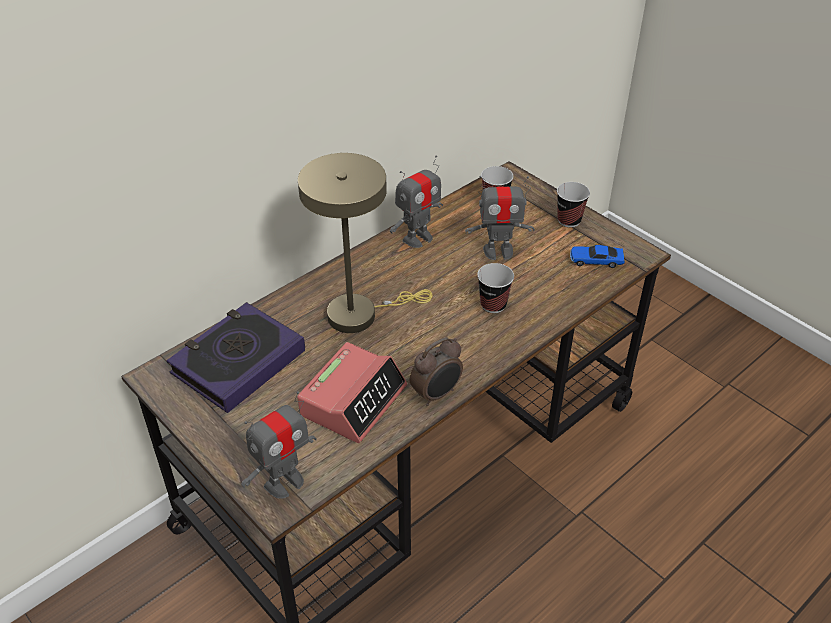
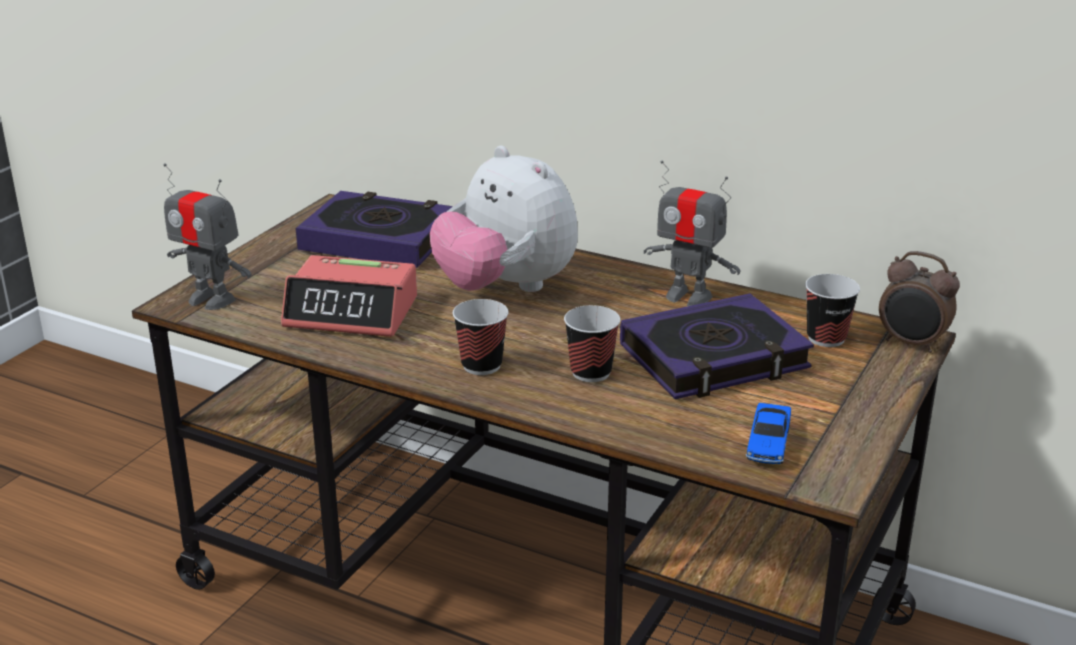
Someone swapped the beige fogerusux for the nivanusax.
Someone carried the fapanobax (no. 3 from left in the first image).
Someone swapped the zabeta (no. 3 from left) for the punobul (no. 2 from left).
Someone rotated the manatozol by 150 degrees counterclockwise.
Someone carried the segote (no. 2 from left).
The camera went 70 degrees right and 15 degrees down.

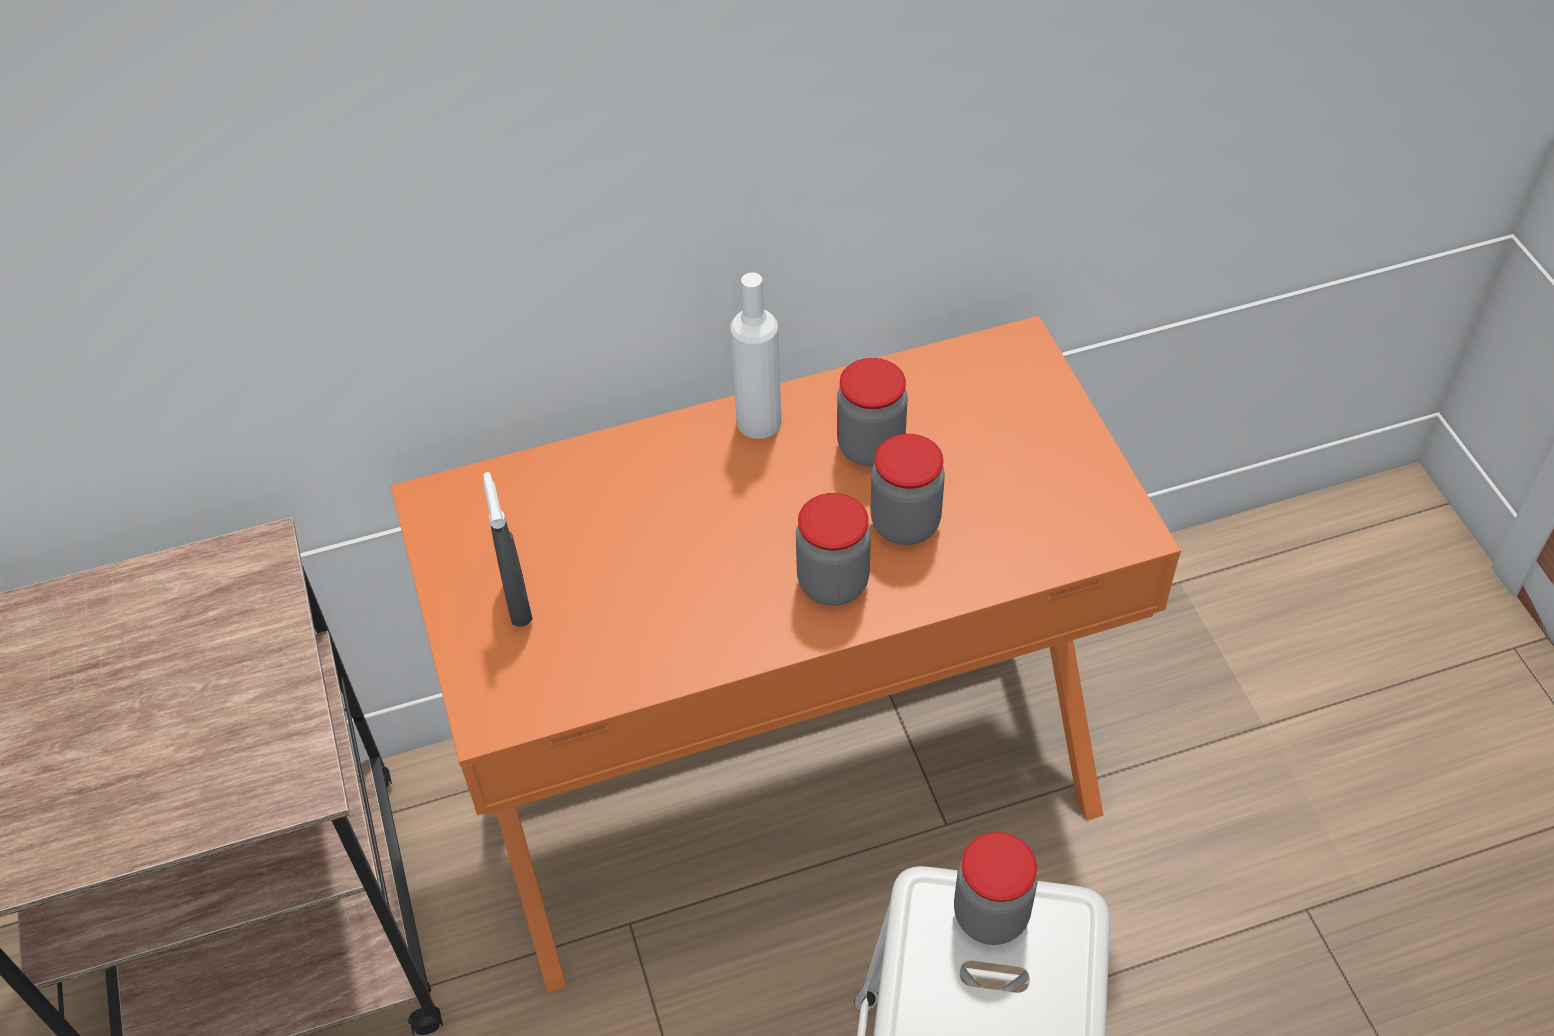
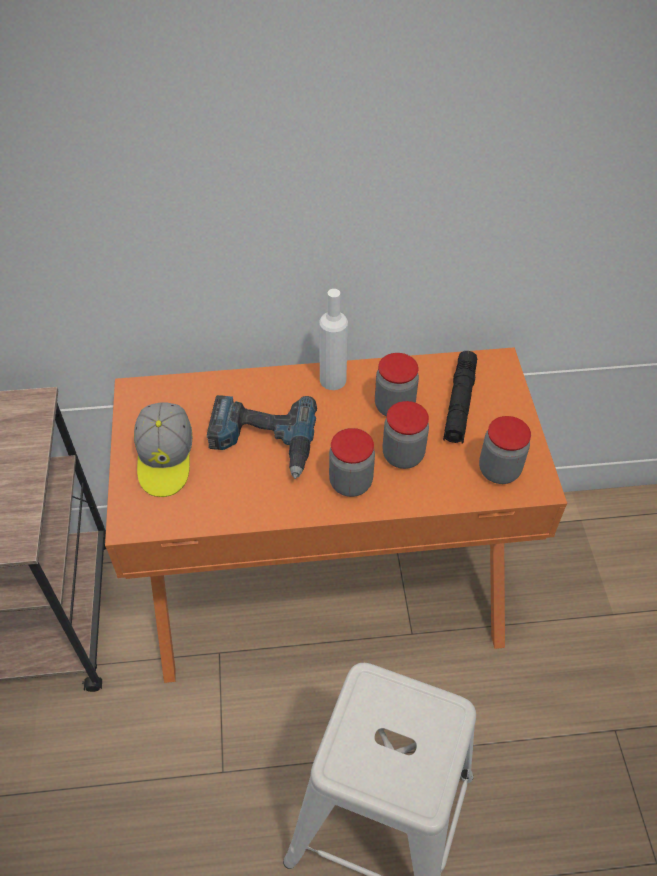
Someone swapped the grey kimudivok for the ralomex.
Someone put down the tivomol.
Someone put down the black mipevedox.
Someone carried the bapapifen (no. 4 from left).
The camera went 10 degrees right and 0 degrees up.

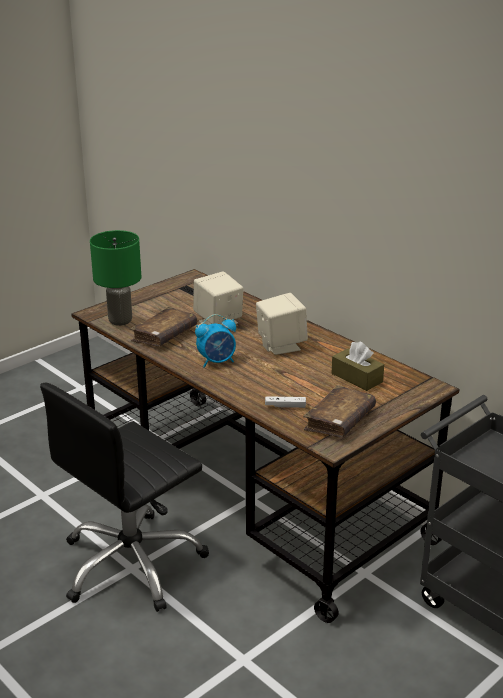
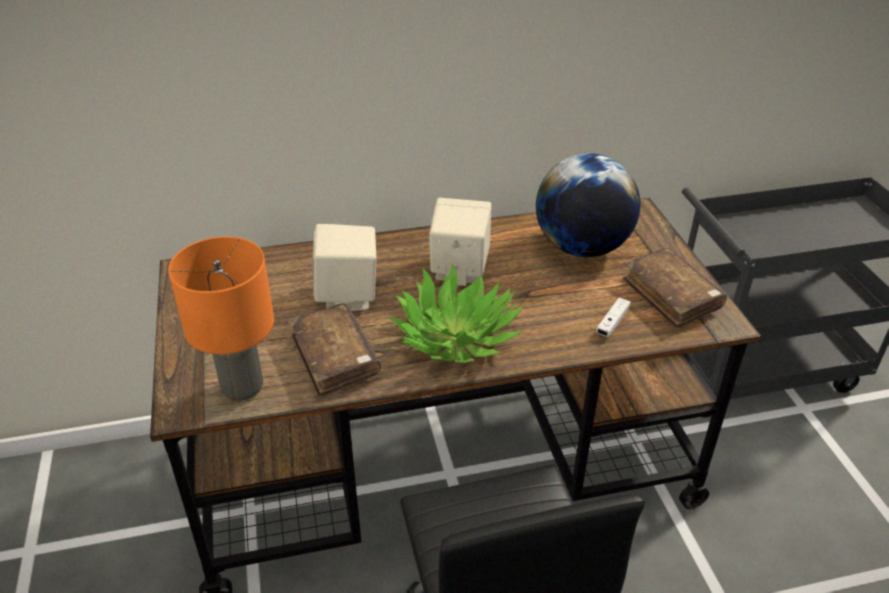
Someone repainted the green fogerusux, which became the orange fogerusux.
Someone swapped the segote for the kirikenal.
Someone swapped the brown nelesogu for the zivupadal.
The camera went 60 degrees left and 10 degrees up.

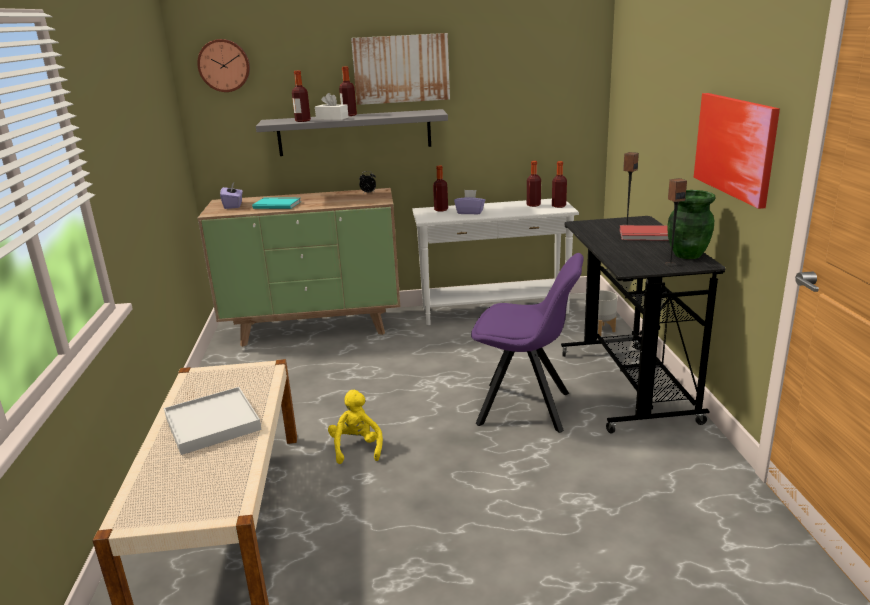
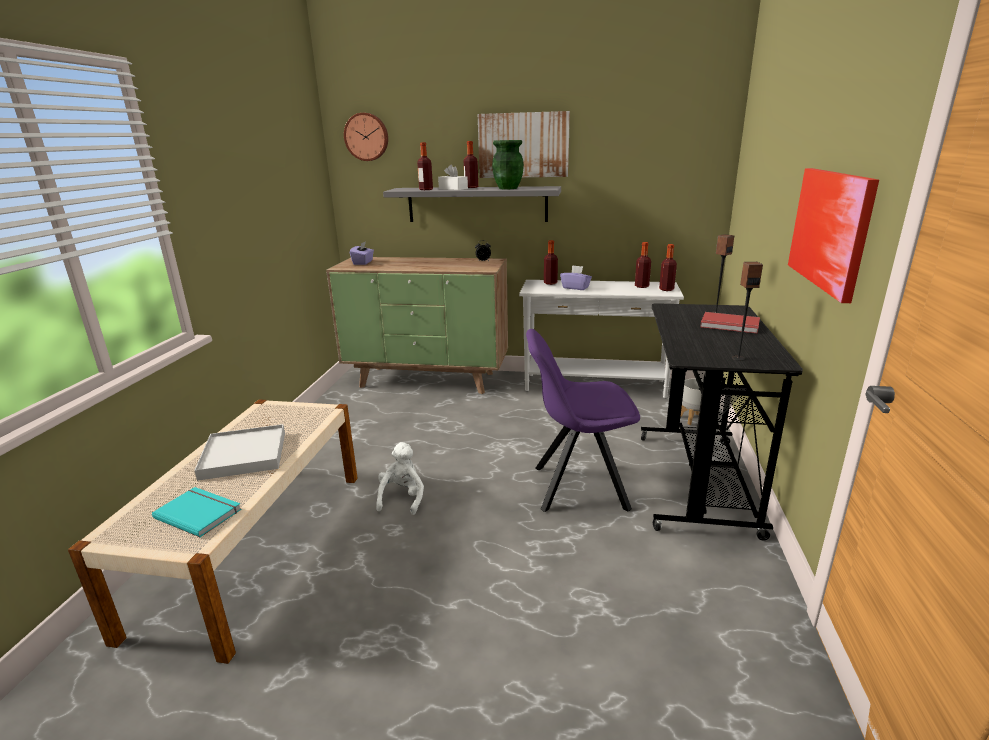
Someone carried the turquoise punobul.
Someone repainted the yellow nivanusax, which became the white nivanusax.
Someone carried the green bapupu.
Someone rotated the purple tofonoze by 150 degrees clockwise.
The camera went 15 degrees right and 0 degrees up.

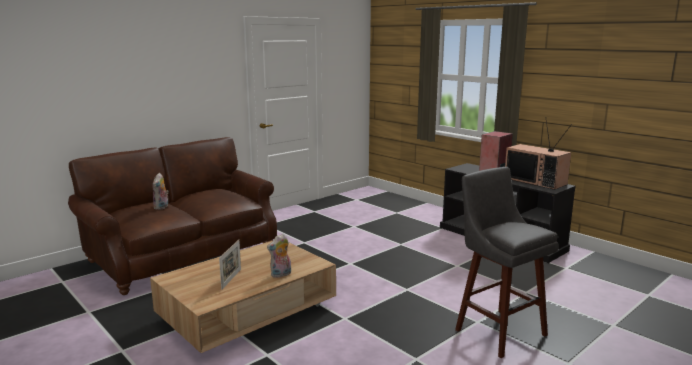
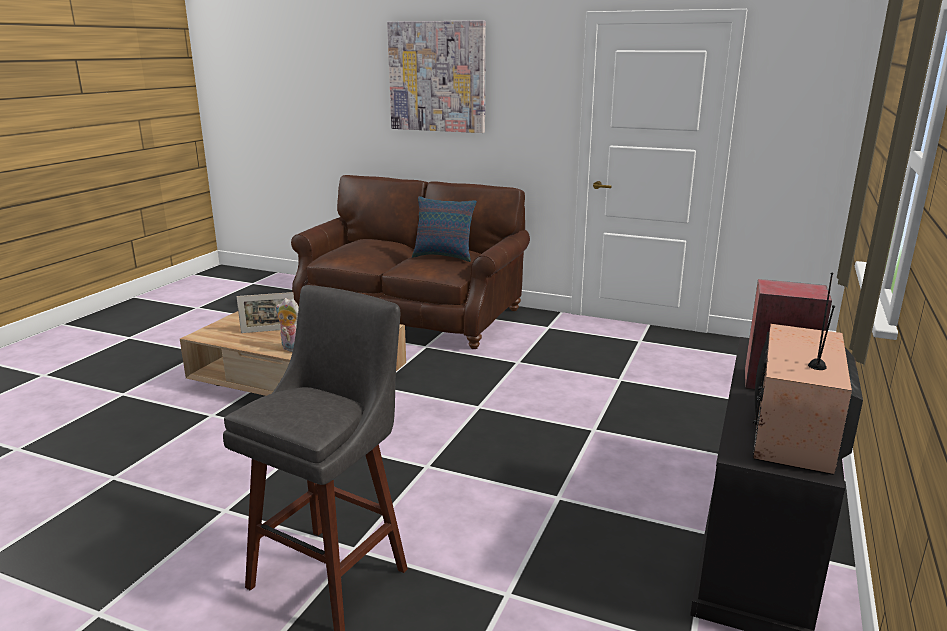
Someone put up the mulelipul.
Someone put down the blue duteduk.
Someone took away the nivanusax (no. 1 from left).
The camera went 65 degrees right and 5 degrees up.

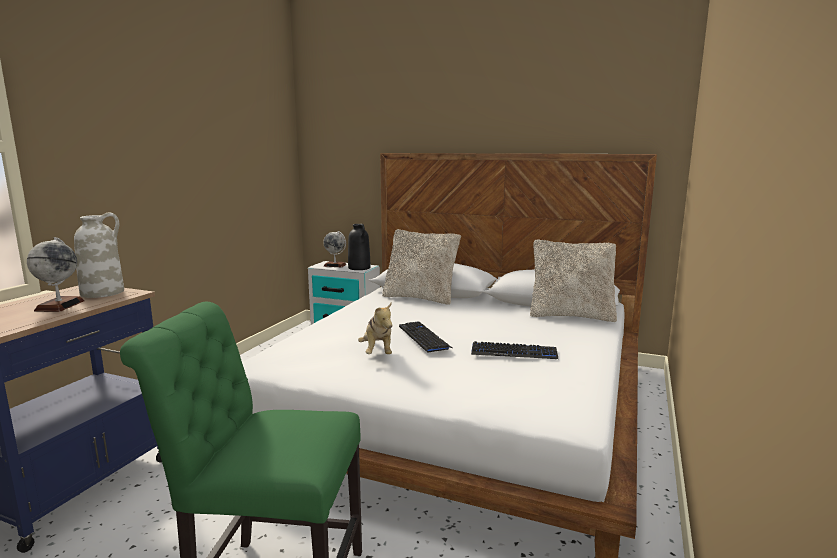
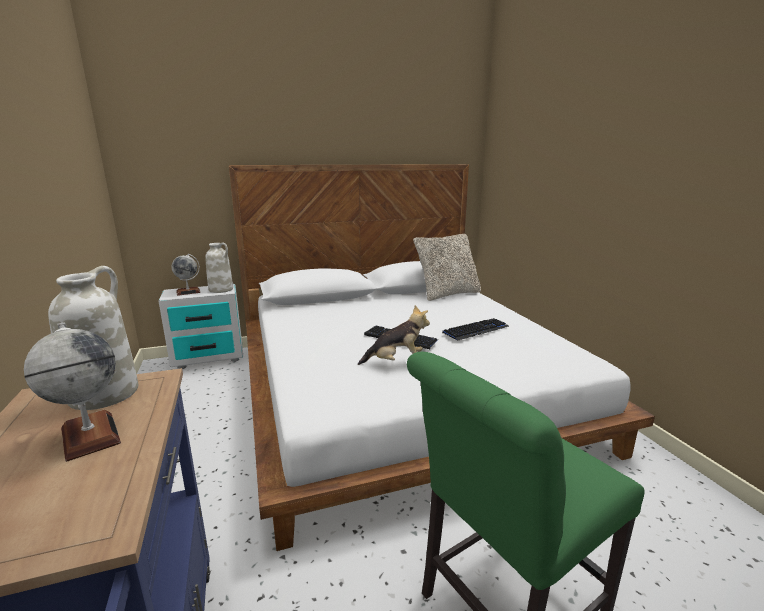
Someone repainted the black bapupu, which became the white bapupu (no. 2 from left).
Someone rotated the nivanusax by 45 degrees counterclockwise.
Someone took away the beige duteduk (no. 1 from left).
The camera went 40 degrees left and 5 degrees up.

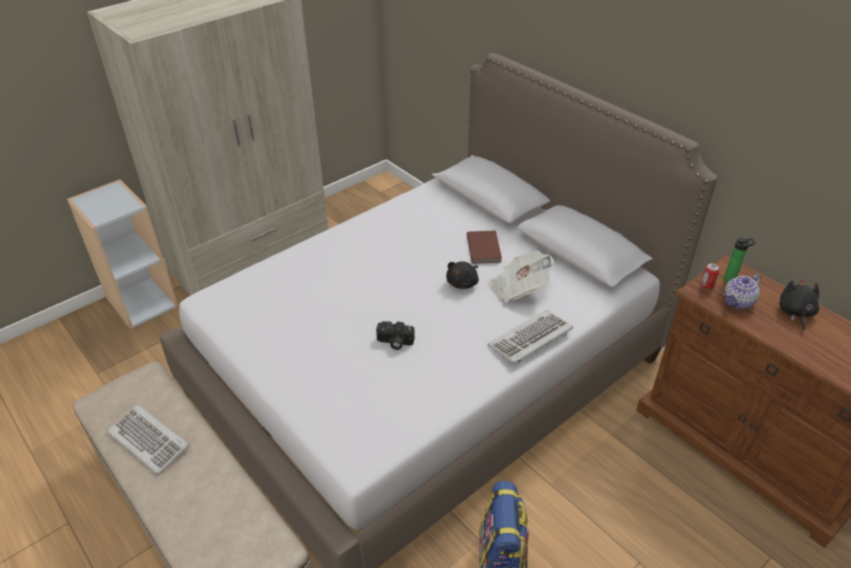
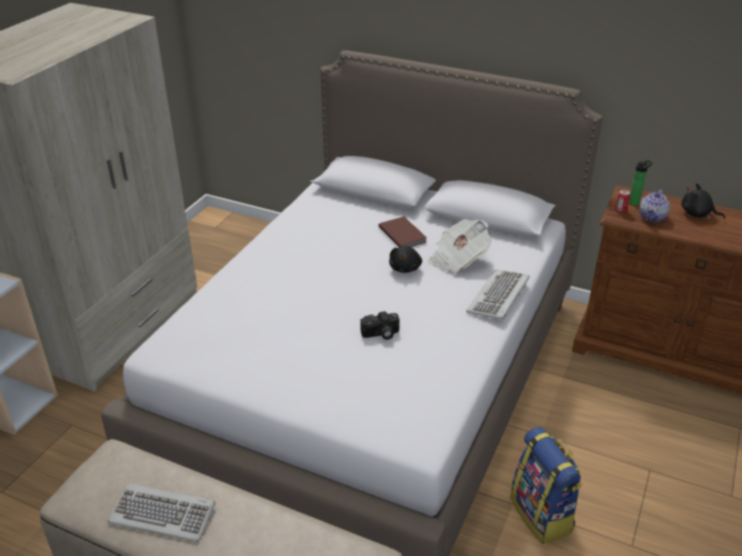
Someone rotated the black nivanusax (no. 2 from left) by 45 degrees counterclockwise.
The camera went 25 degrees left and 5 degrees down.

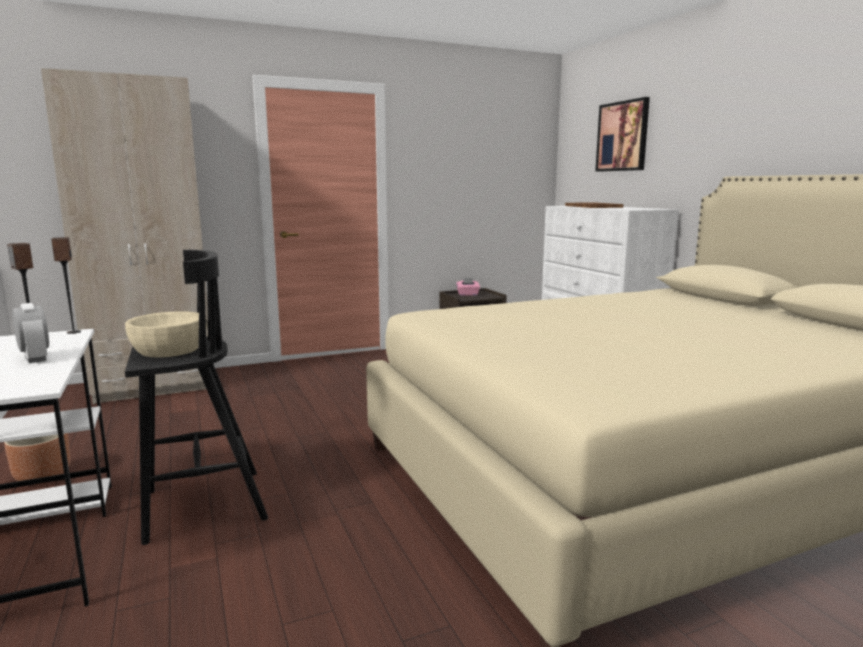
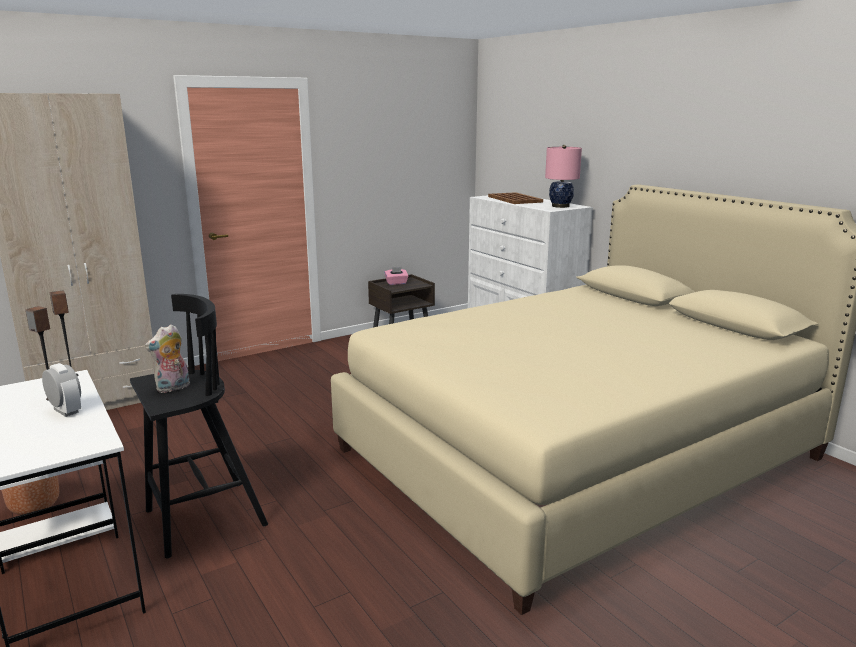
Someone swapped the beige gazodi for the nivanusax.
Someone put down the pink fogerusux.
Someone took away the mulelipul.
The camera went 10 degrees left and 5 degrees up.

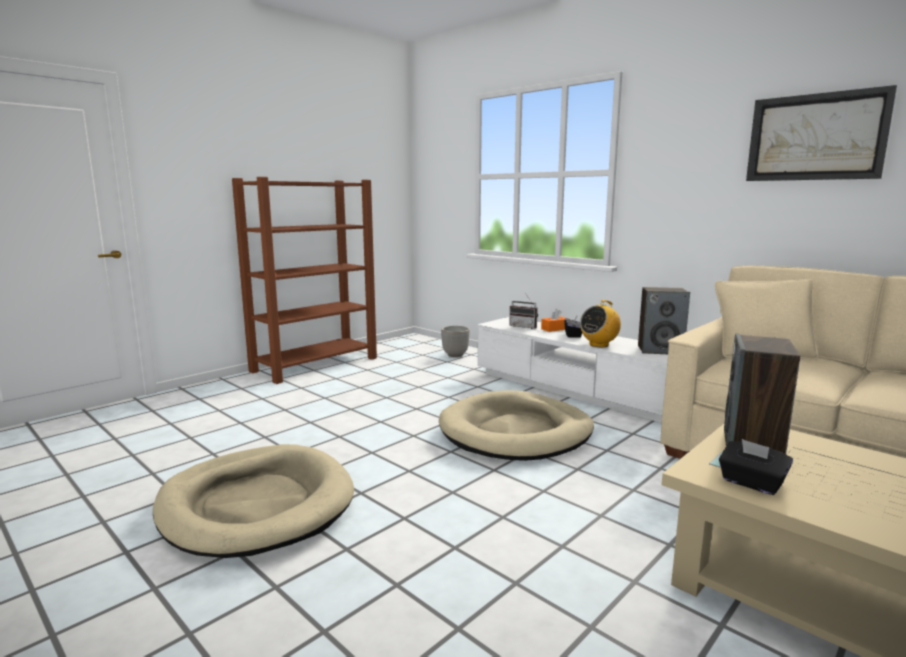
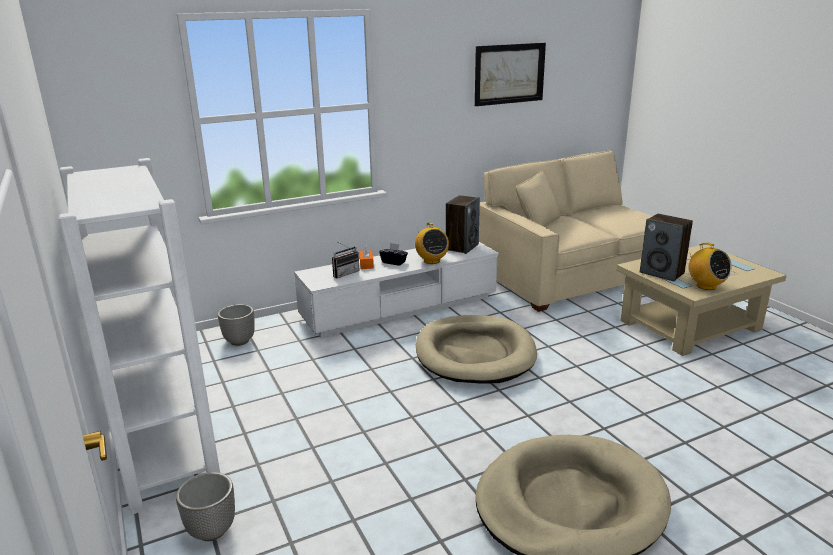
Someone repainted the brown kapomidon, which became the white kapomidon.
Someone put down the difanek (no. 1 from left).
Someone swapped the black nelesogu (no. 2 from left) for the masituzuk (no. 3 from left).
The camera went 70 degrees left and 10 degrees up.

